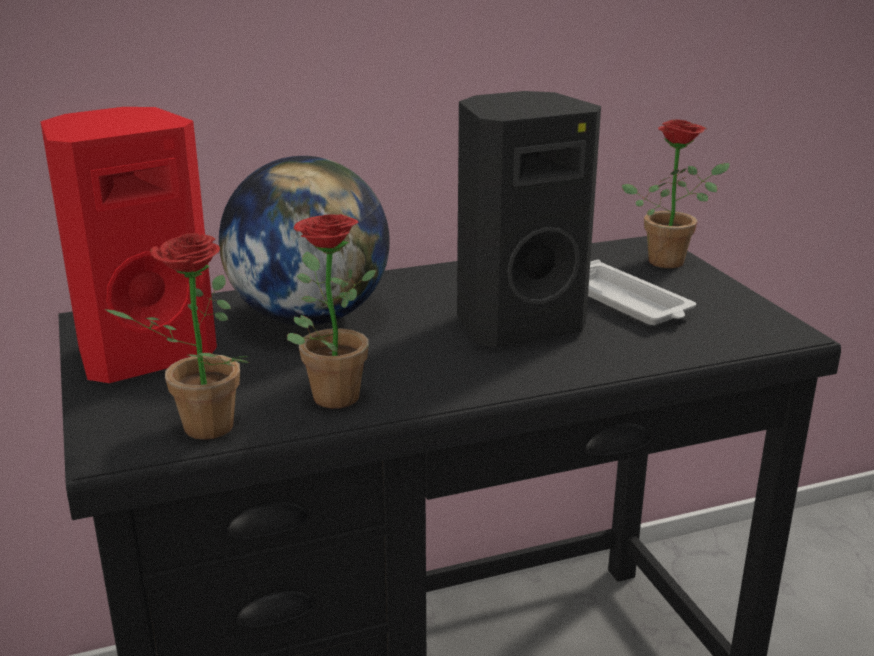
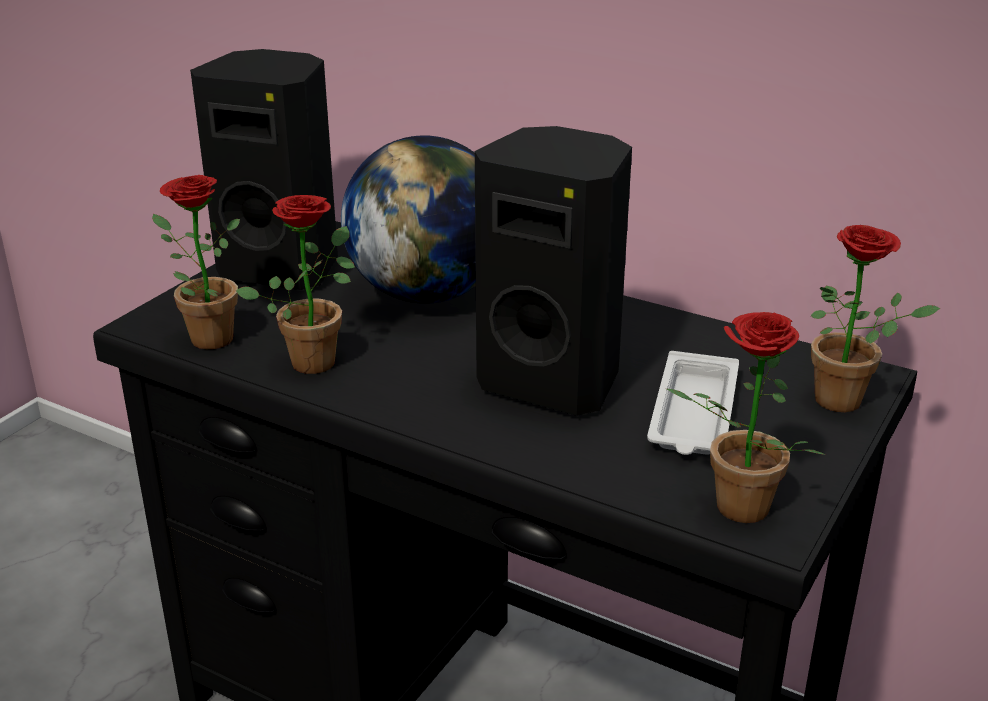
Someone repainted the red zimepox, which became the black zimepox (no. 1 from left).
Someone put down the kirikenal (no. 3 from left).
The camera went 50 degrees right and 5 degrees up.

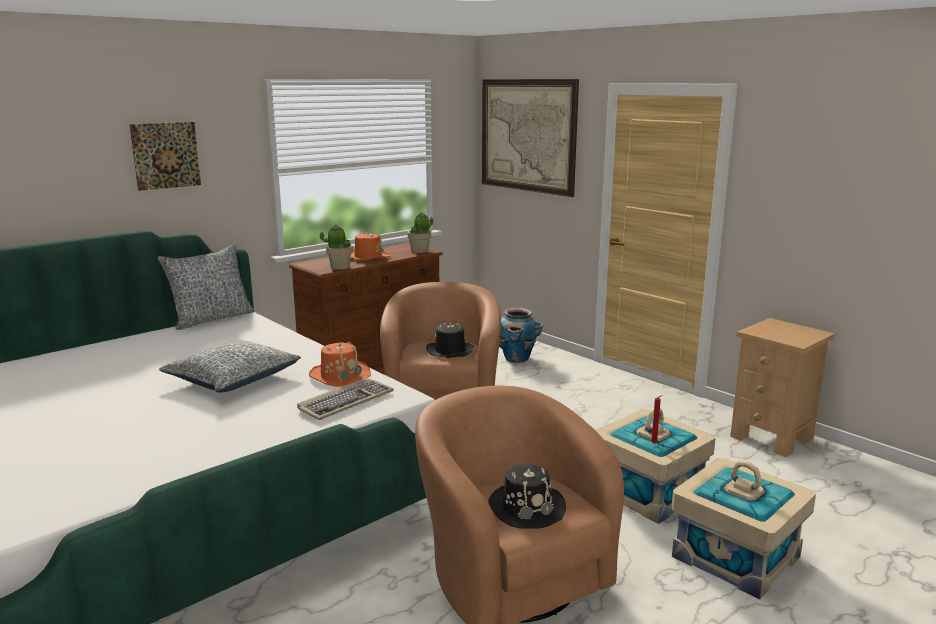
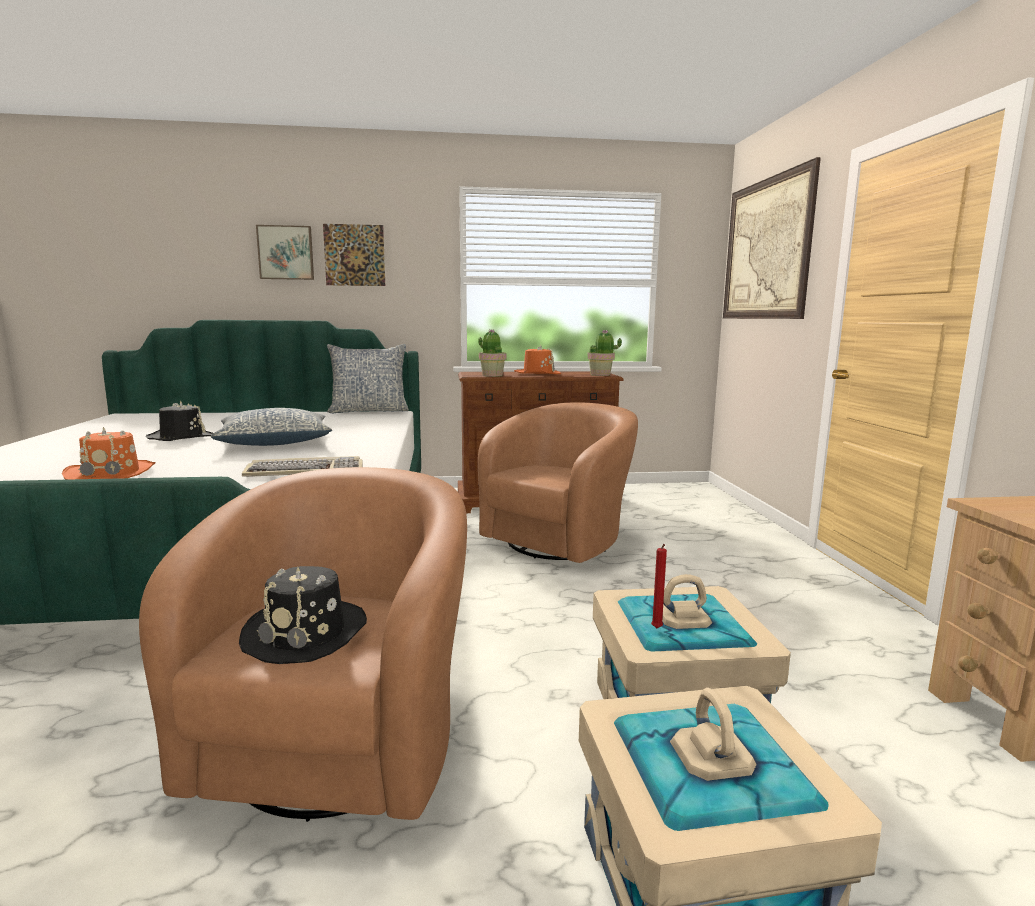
Someone carried the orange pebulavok (no. 1 from left).
Someone carried the black pebulavok (no. 1 from left).
Someone put up the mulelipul (no. 1 from left).
Someone took away the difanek.
The camera went 35 degrees right and 5 degrees down.

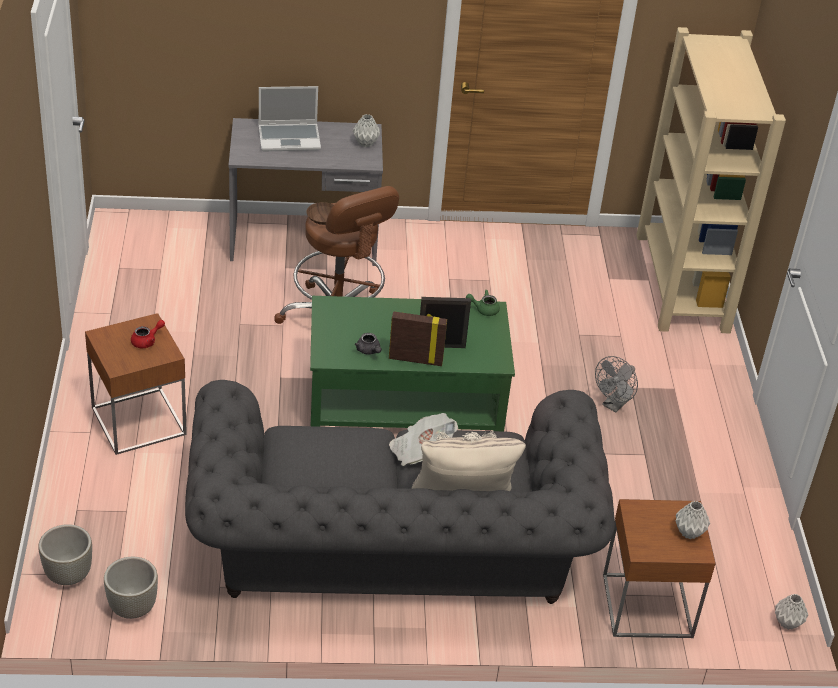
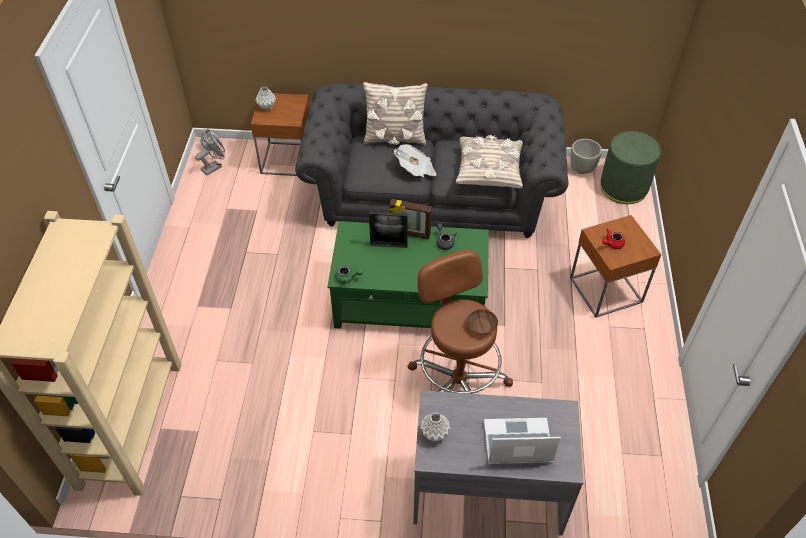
Someone carried the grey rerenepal.
Someone put down the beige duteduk (no. 2 from left).
Someone swapped the grey difanek (no. 1 from left) for the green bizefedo.
The camera went 170 degrees left and 10 degrees up.

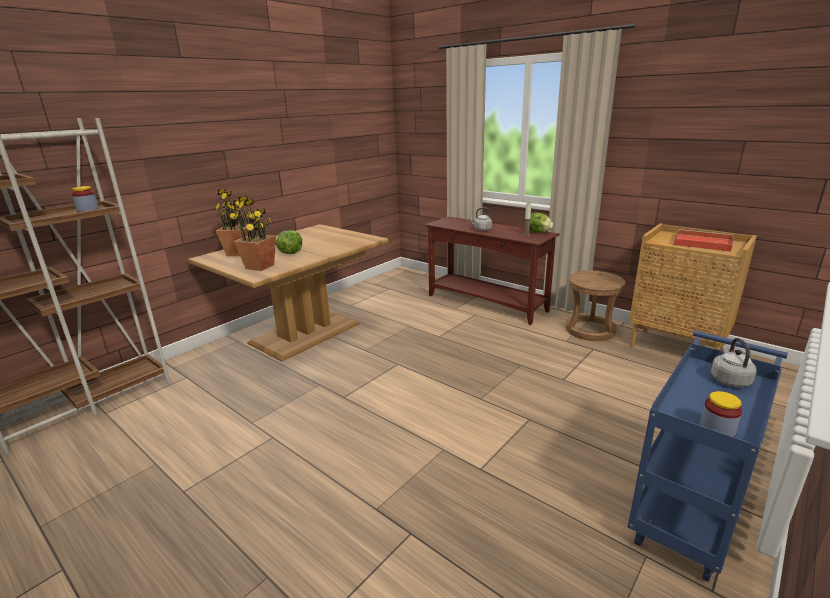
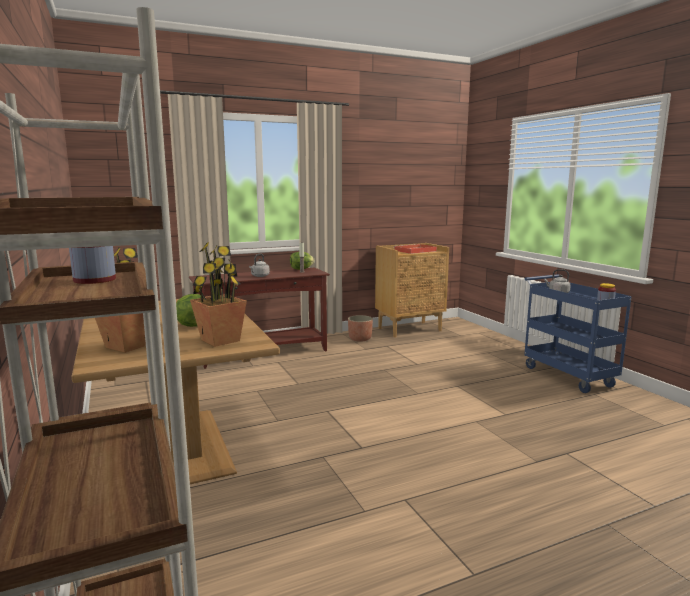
Someone swapped the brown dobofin for the difanek.
The camera went 65 degrees left and 10 degrees down.

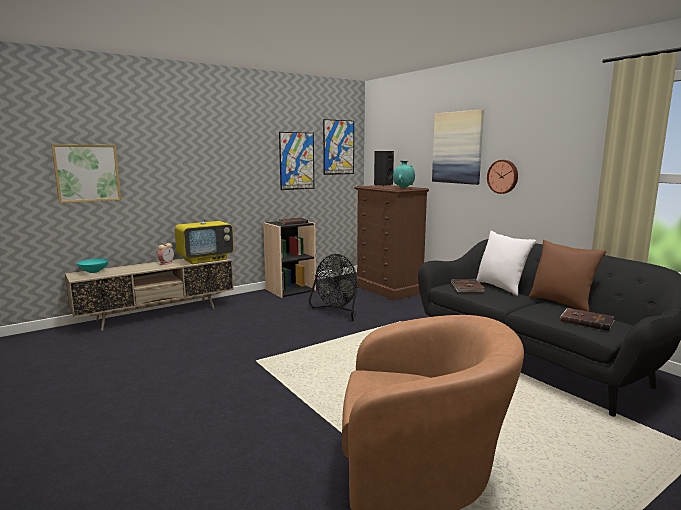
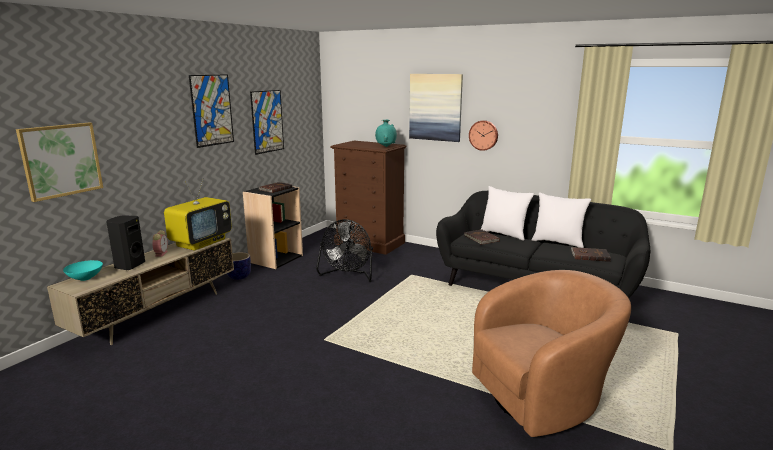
Someone carried the black zimepox.
Someone carried the mulelipul (no. 3 from left in the first image).
Someone put down the difanek.
Someone repainted the brown duteduk, which became the white duteduk (no. 2 from left).
The camera went 25 degrees left and 5 degrees up.

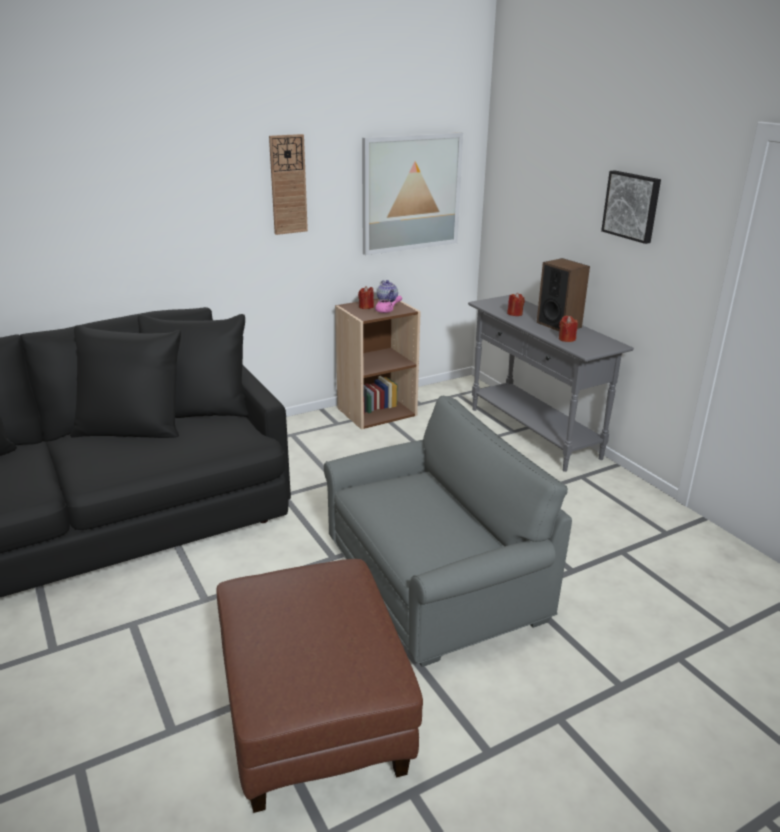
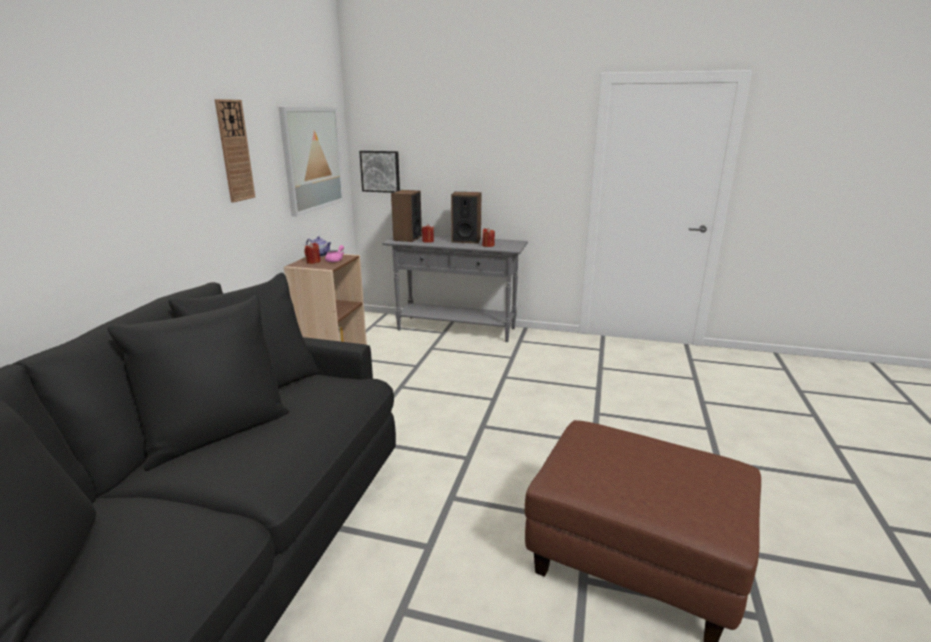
Someone carried the mulelipul (no. 2 from left).
Someone put down the zimepox (no. 1 from left).
Someone took away the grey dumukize.
The camera went 45 degrees left and 5 degrees down.

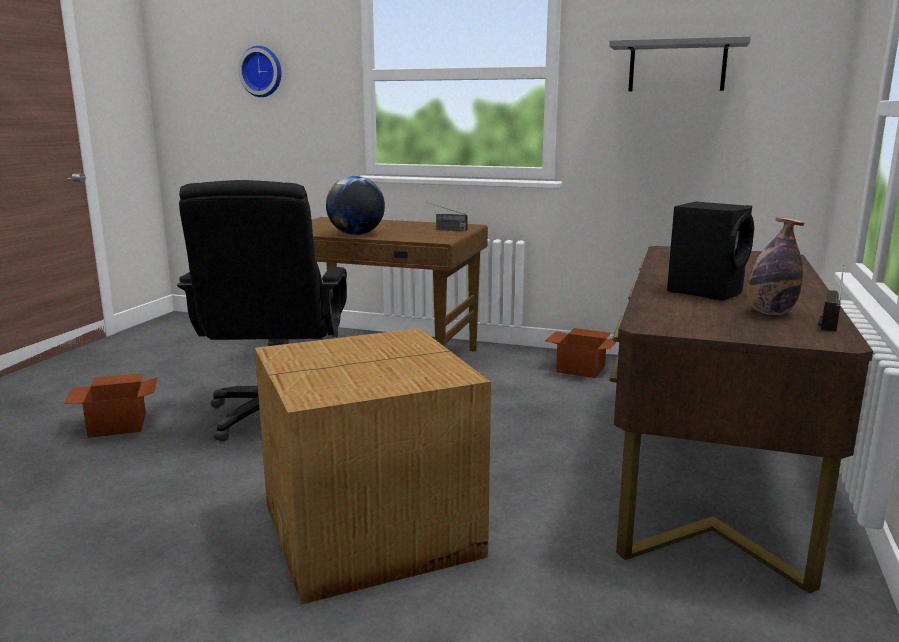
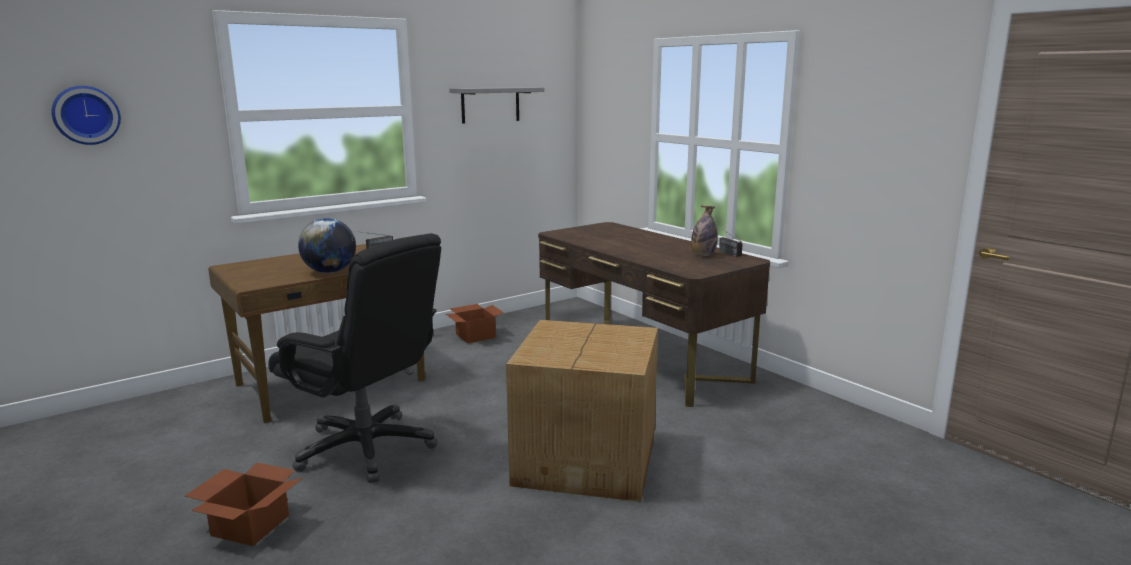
Someone took away the black zimepox.
The camera went 55 degrees left and 0 degrees up.

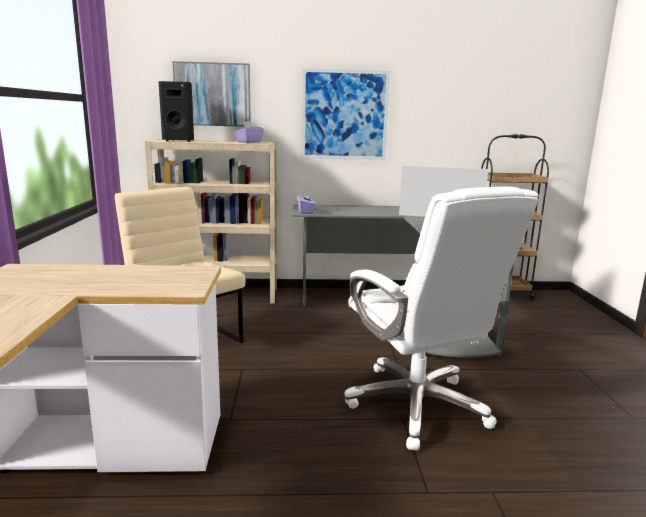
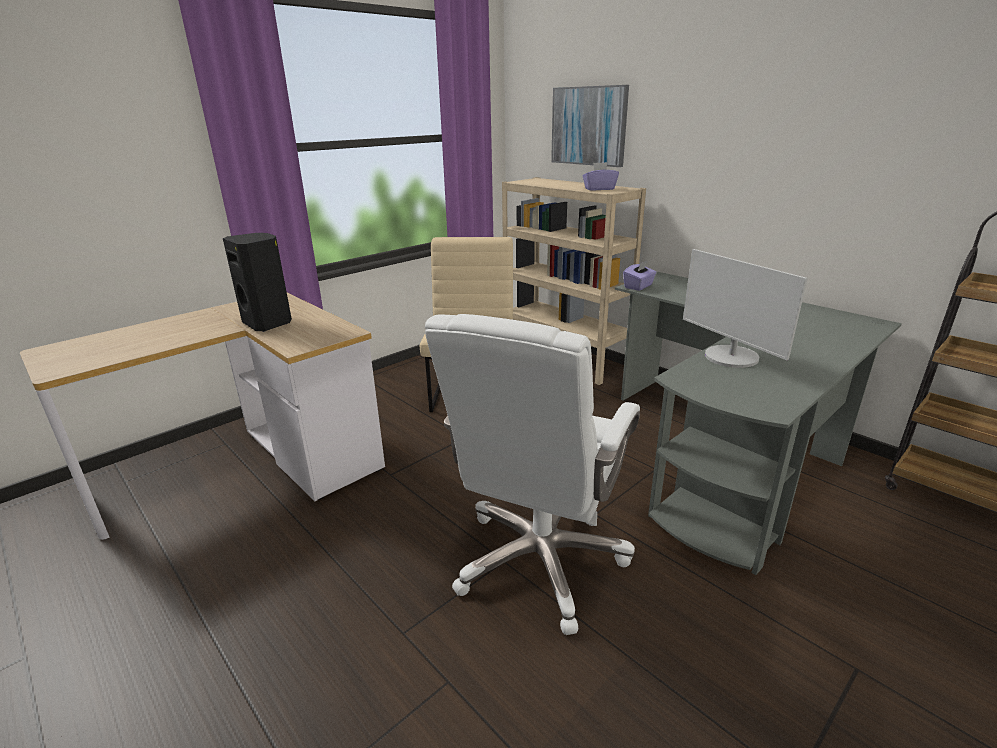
Someone carried the black zimepox.
Someone took away the mulelipul (no. 2 from left).
The camera went 50 degrees right and 10 degrees up.

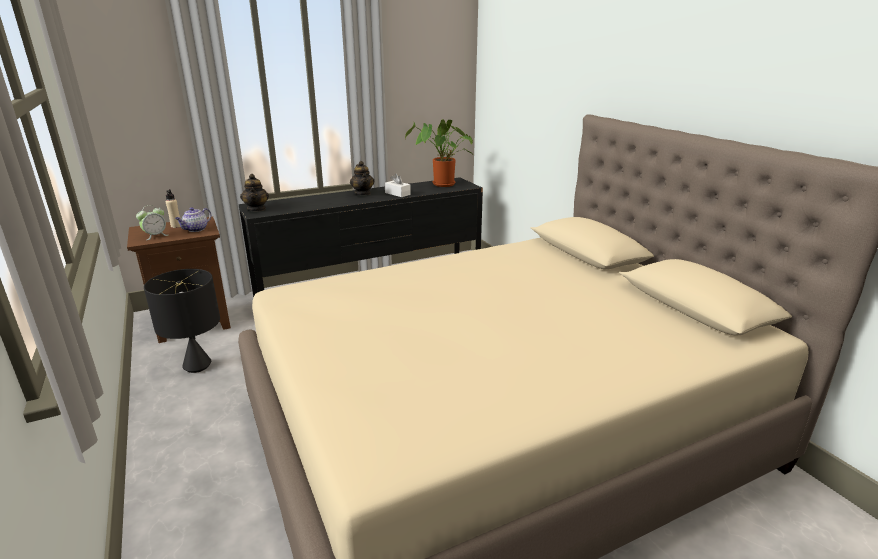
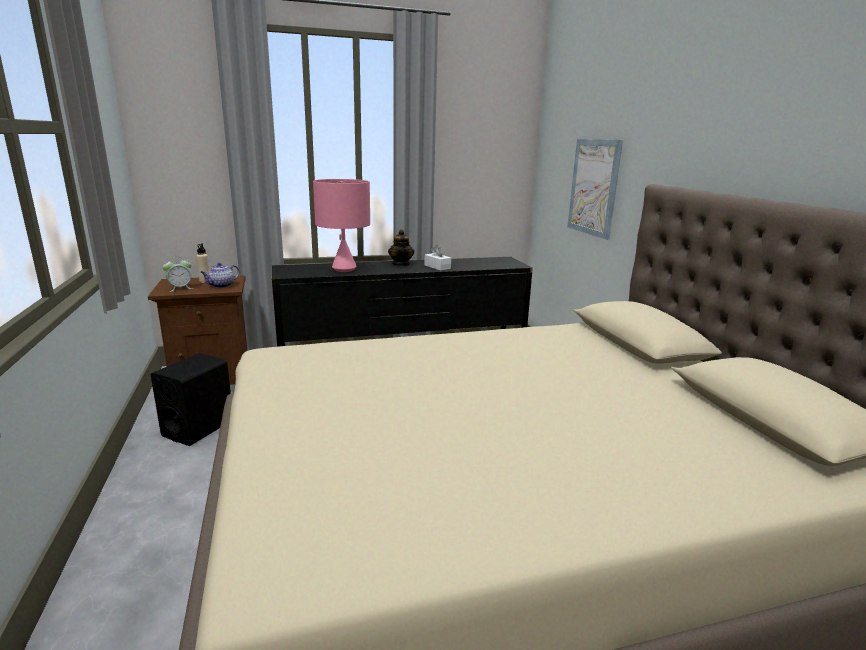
Someone swapped the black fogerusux for the black zimepox.
Someone put down the pink fogerusux.
Someone put up the mulelipul.
Someone took away the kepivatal (no. 2 from left).
Someone took away the kirikenal.
The camera went 10 degrees right and 5 degrees down.

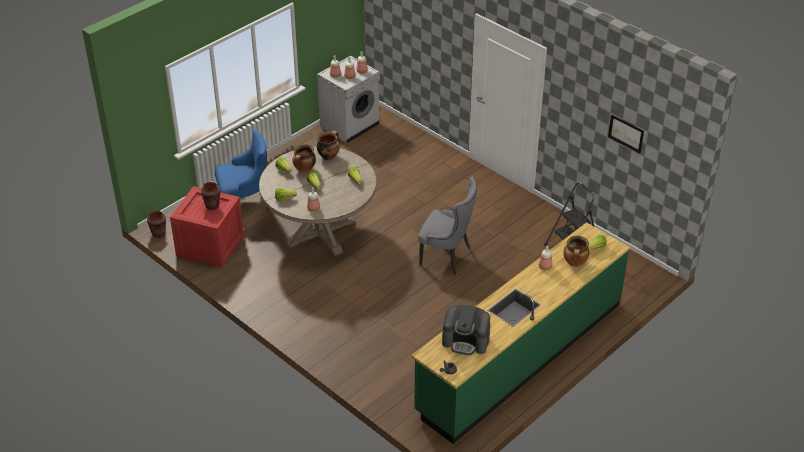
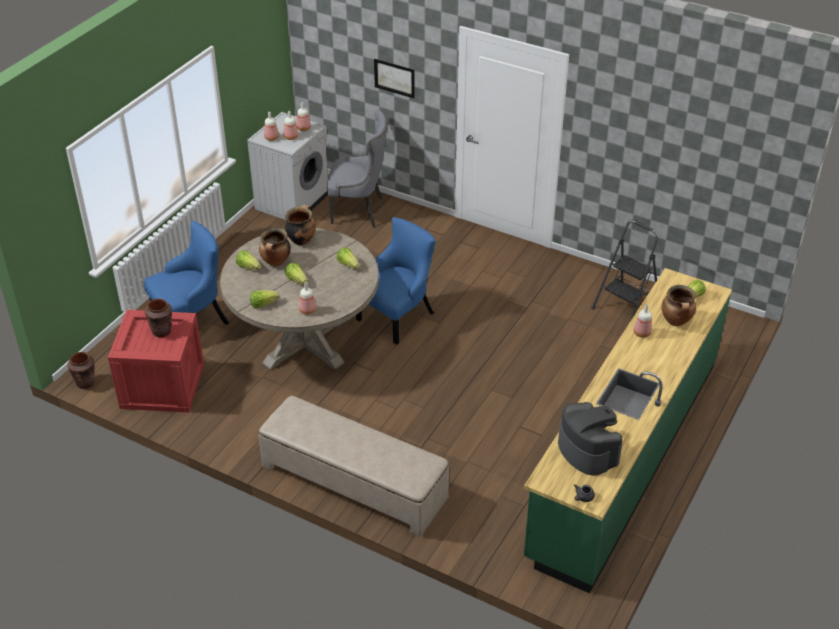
Someone put down the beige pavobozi.
Someone carried the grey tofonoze.
Someone put down the blue tofonoze (no. 2 from left).
Someone carried the mulelipul.
Someone rotated the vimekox by 120 degrees counterclockwise.
The camera went 15 degrees left and 0 degrees up.

